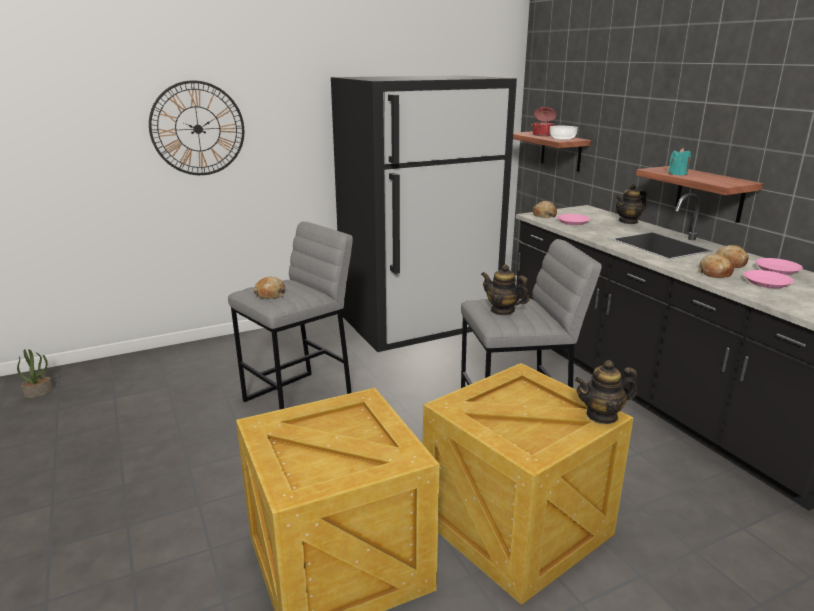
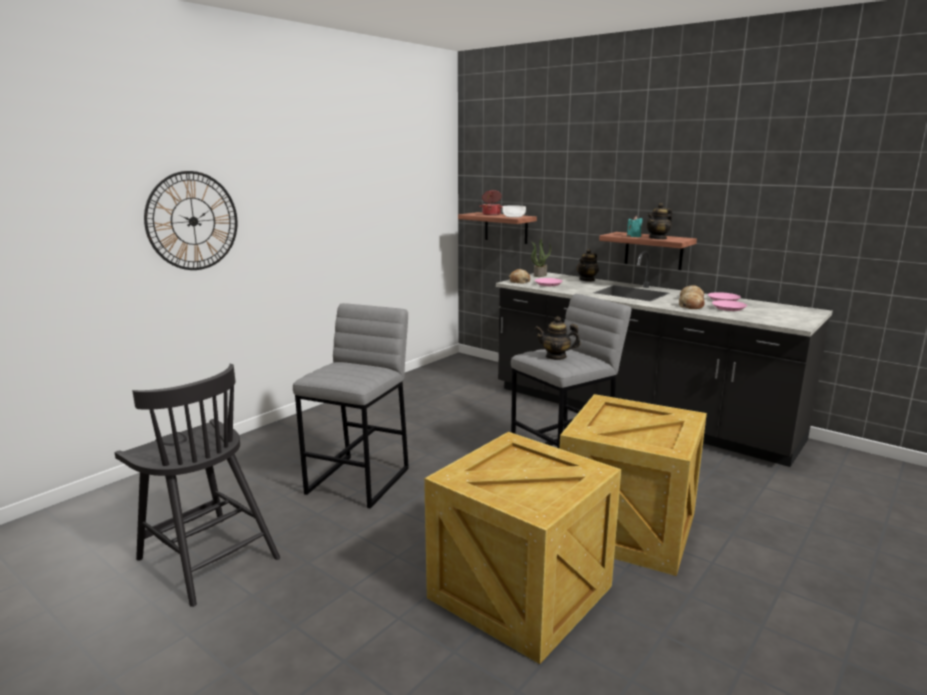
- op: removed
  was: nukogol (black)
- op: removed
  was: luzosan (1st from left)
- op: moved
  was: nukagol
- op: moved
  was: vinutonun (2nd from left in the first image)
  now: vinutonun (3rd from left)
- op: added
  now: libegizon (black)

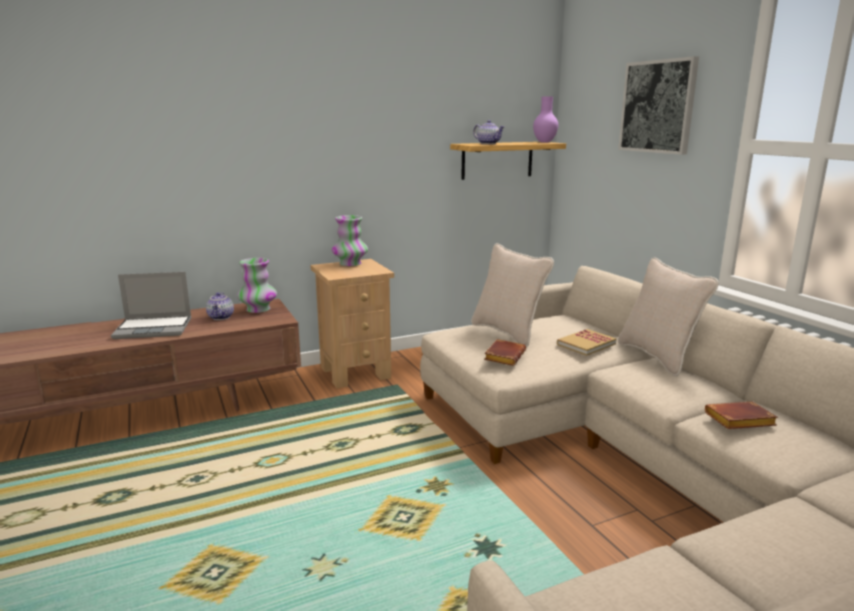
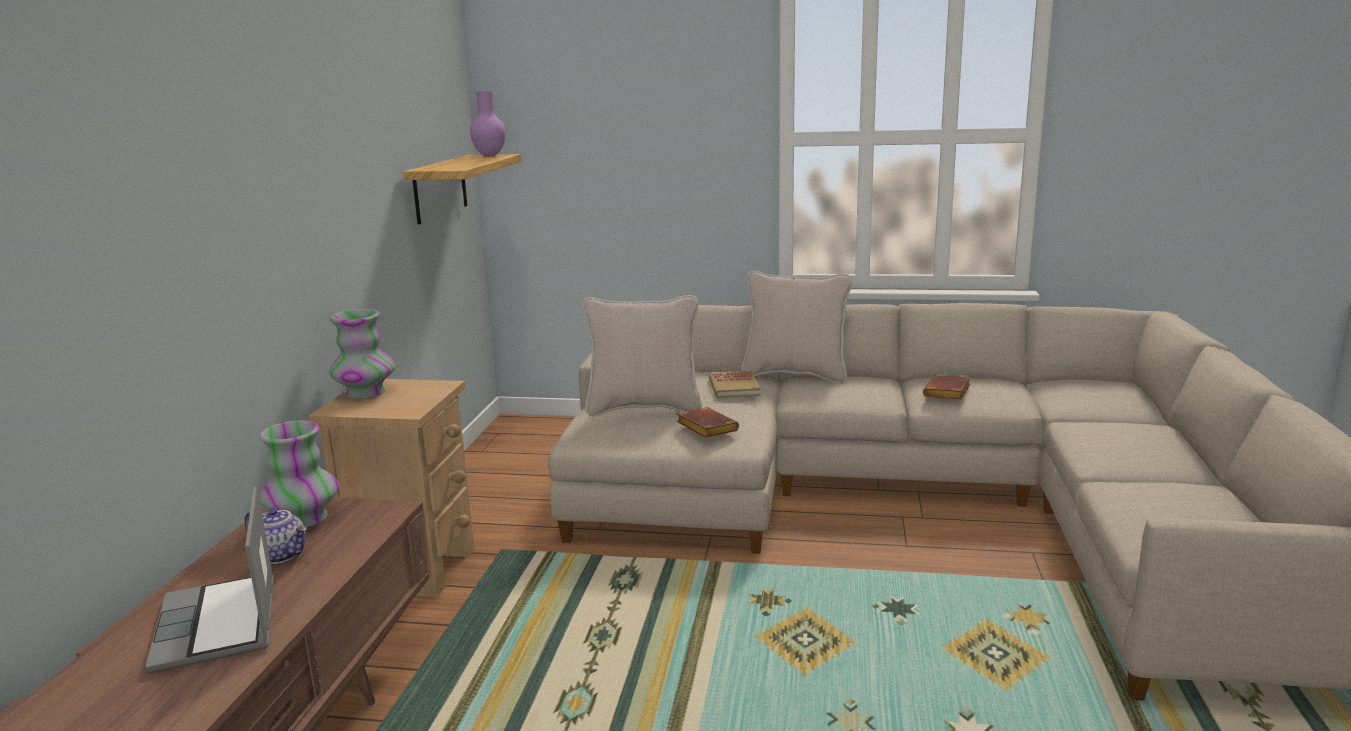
- op: removed
  was: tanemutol
- op: removed
  was: vinutonun (2nd from left)
- op: turned
  was: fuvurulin
  clockwise: 135

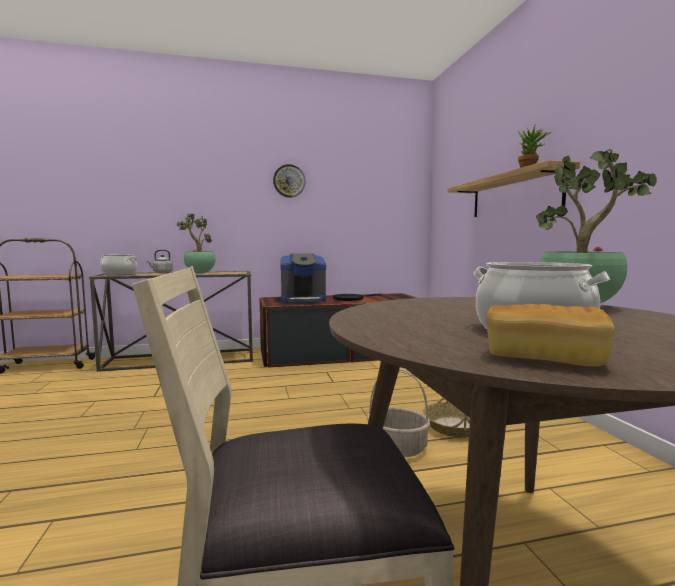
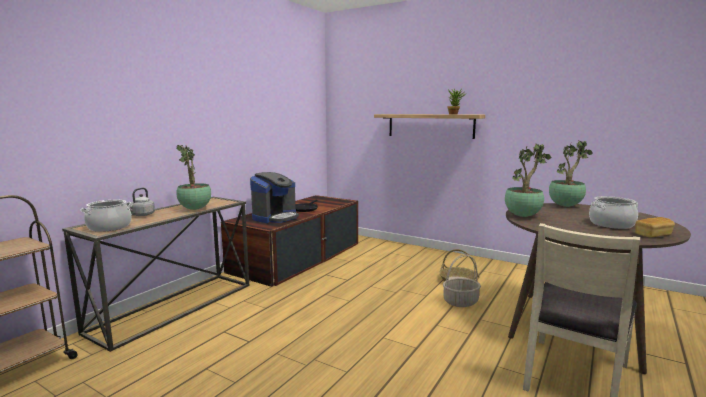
- op: removed
  was: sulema
- op: added
  now: nukagol (3rd from left)

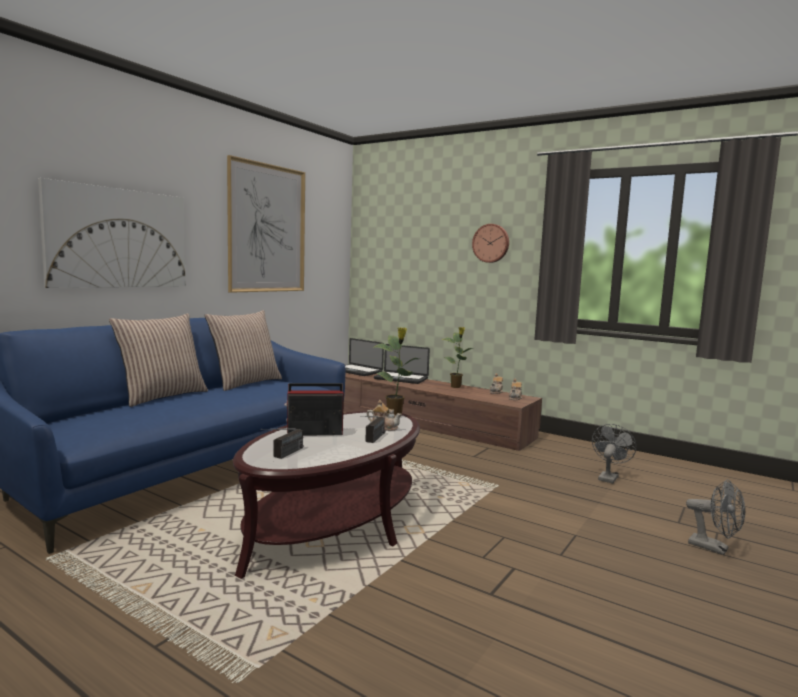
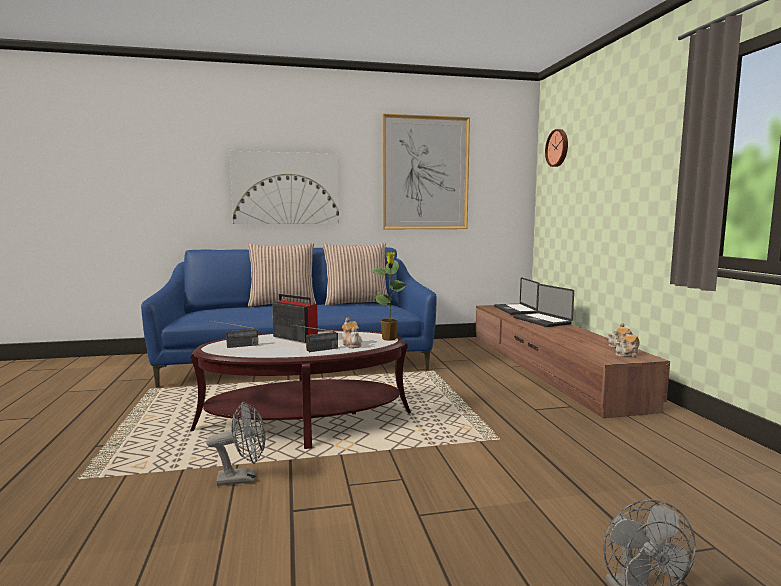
- op: moved
  was: sulema
- op: removed
  was: nukagol (2nd from left)
- op: moved
  was: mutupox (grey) (1st from left)

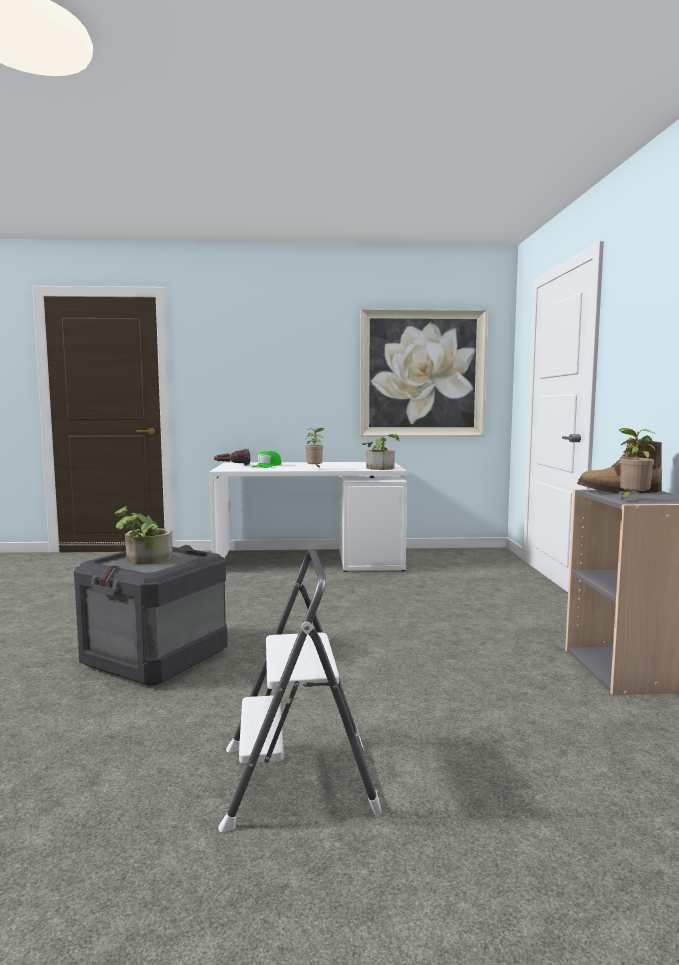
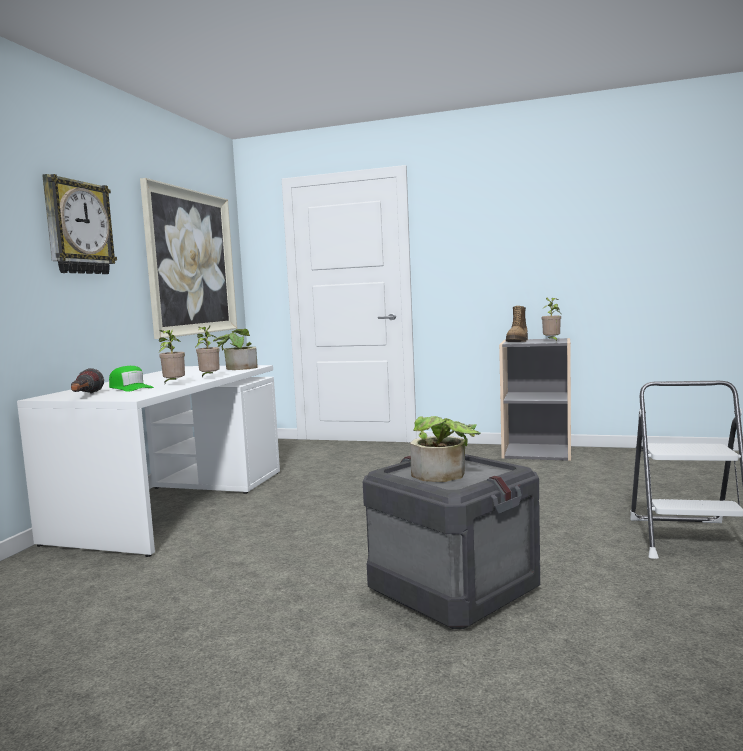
- op: added
  now: sulema
- op: added
  now: nukagol (1st from left)

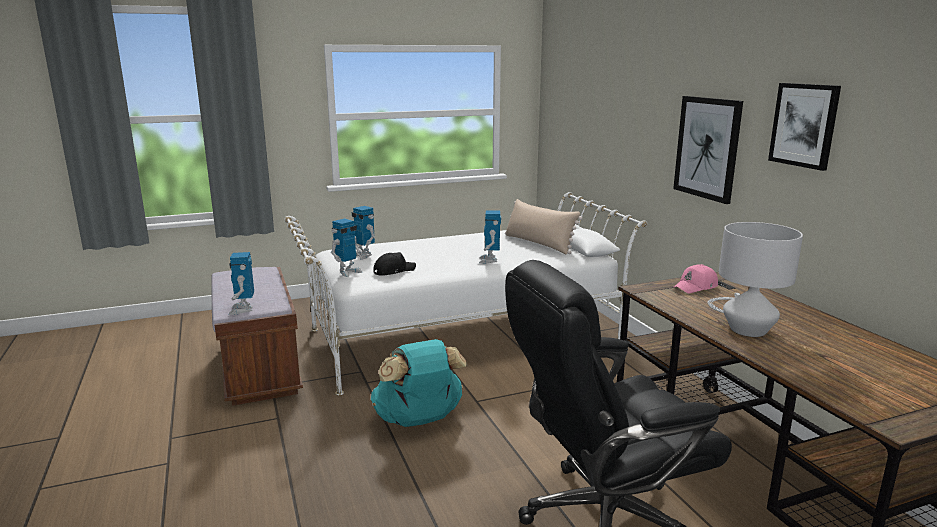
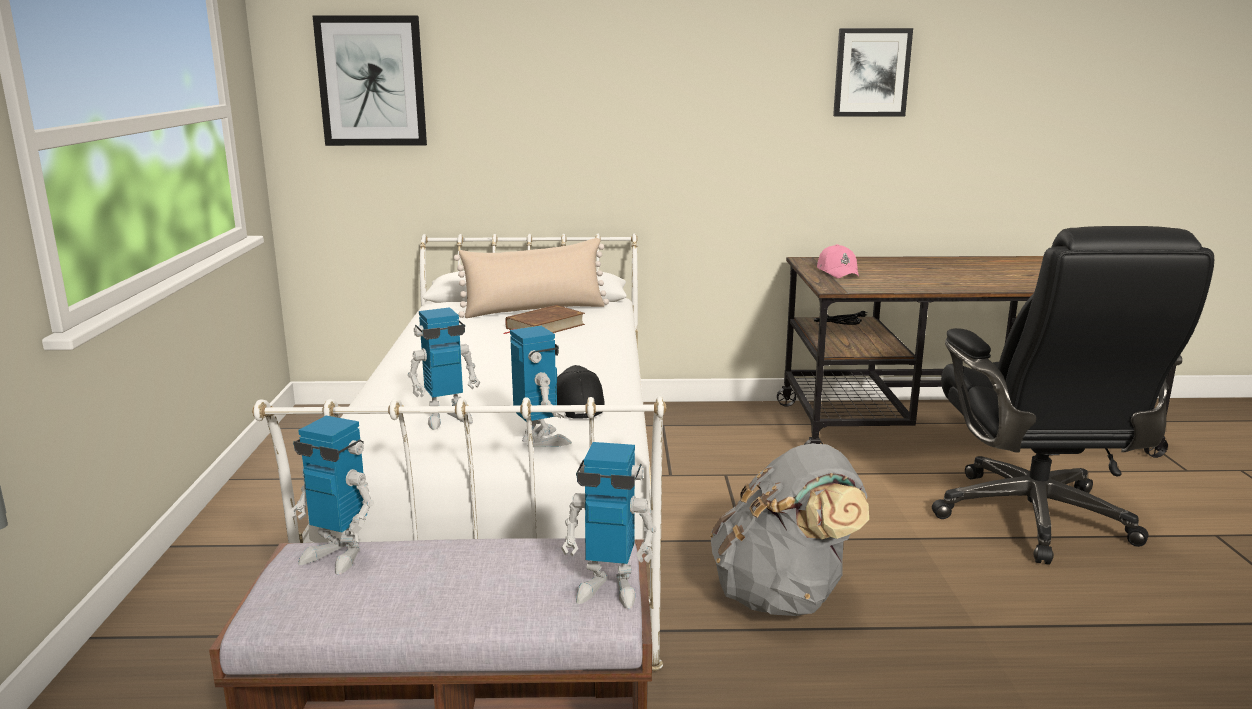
- op: moved
  was: tanemutol (1st from left)
- op: moved
  was: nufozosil (4th from left in the first image)
  now: nufozosil (1st from left)
- op: removed
  was: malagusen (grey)
- op: recoloured
  was: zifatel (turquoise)
  now: zifatel (grey)
- op: added
  now: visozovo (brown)

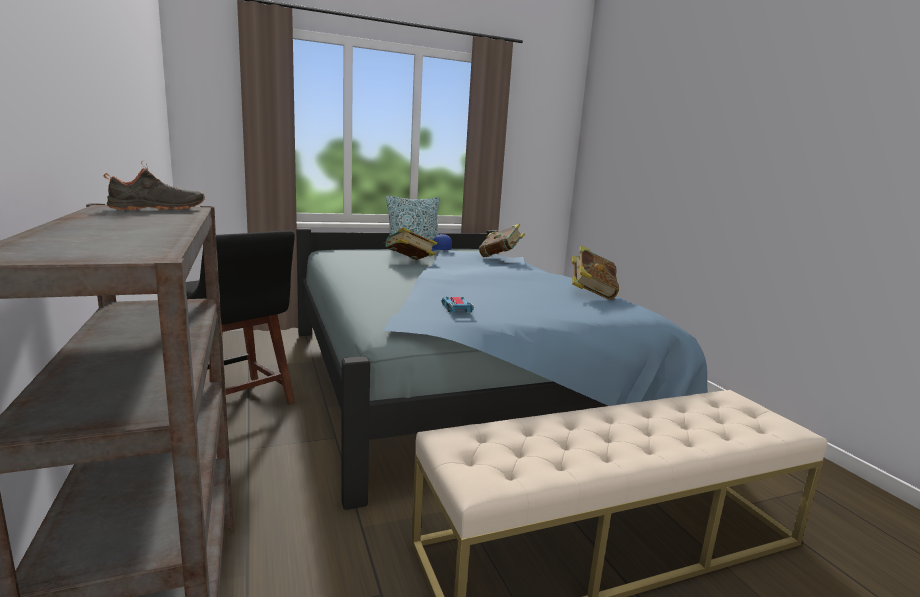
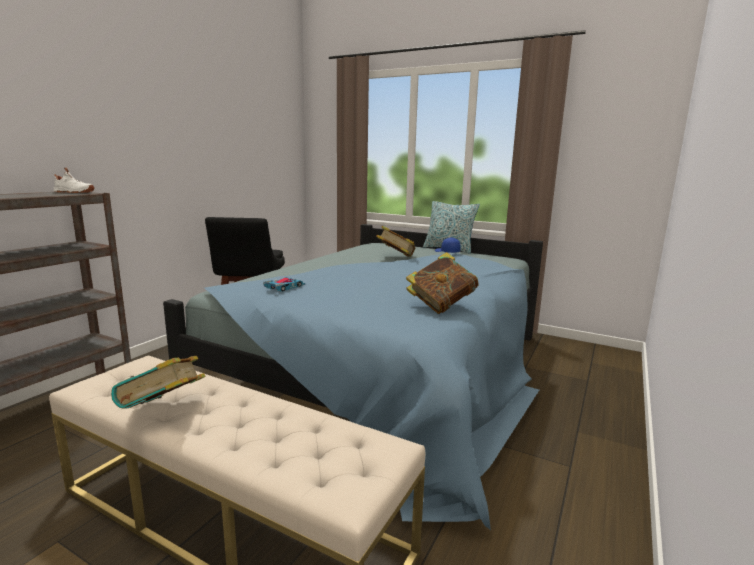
- op: recoloured
  was: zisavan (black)
  now: zisavan (white)
- op: moved
  was: visozovo (2nd from left in the first image)
  now: visozovo (1st from left)

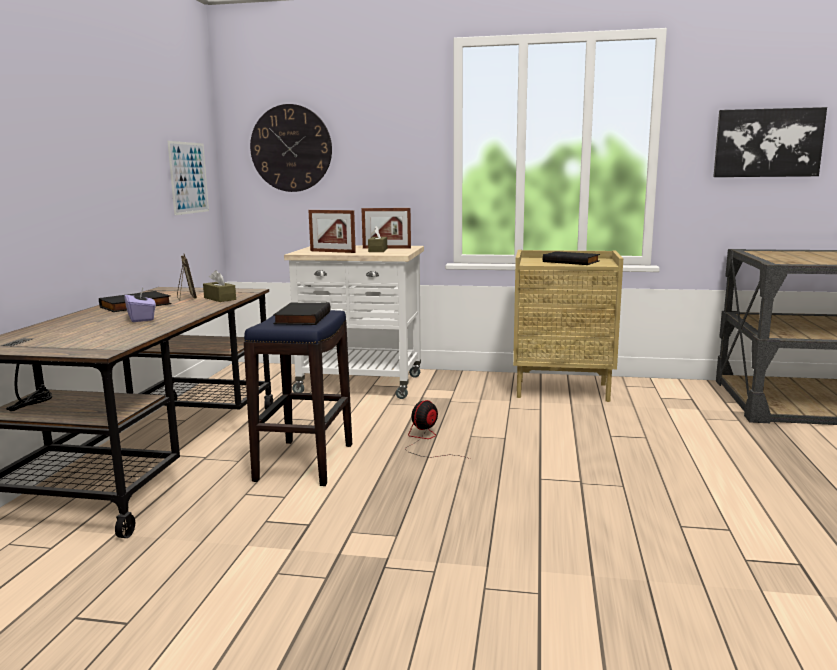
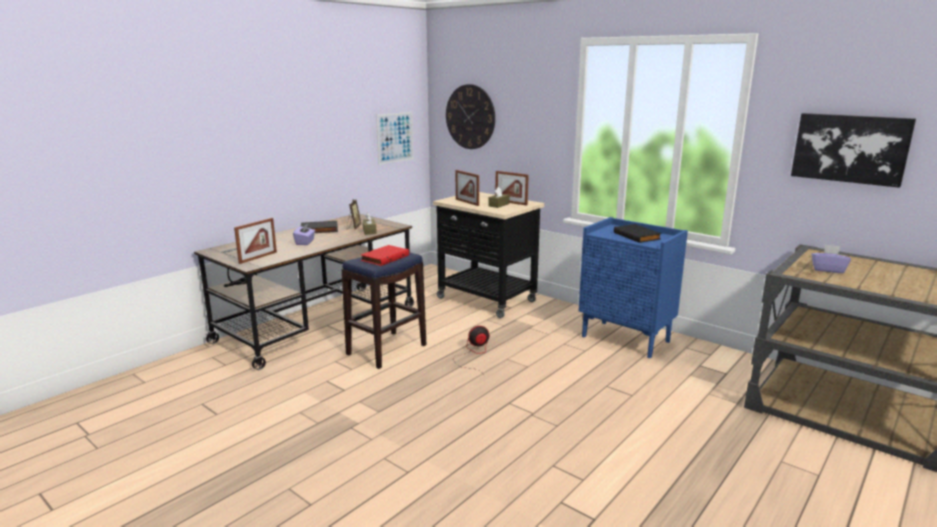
- op: recoloured
  was: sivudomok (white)
  now: sivudomok (black)
- op: recoloured
  was: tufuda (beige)
  now: tufuda (blue)
- op: recoloured
  was: visozovo (black) (2nd from left)
  now: visozovo (red)
- op: added
  now: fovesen (1st from left)
- op: added
  now: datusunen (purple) (2nd from left)

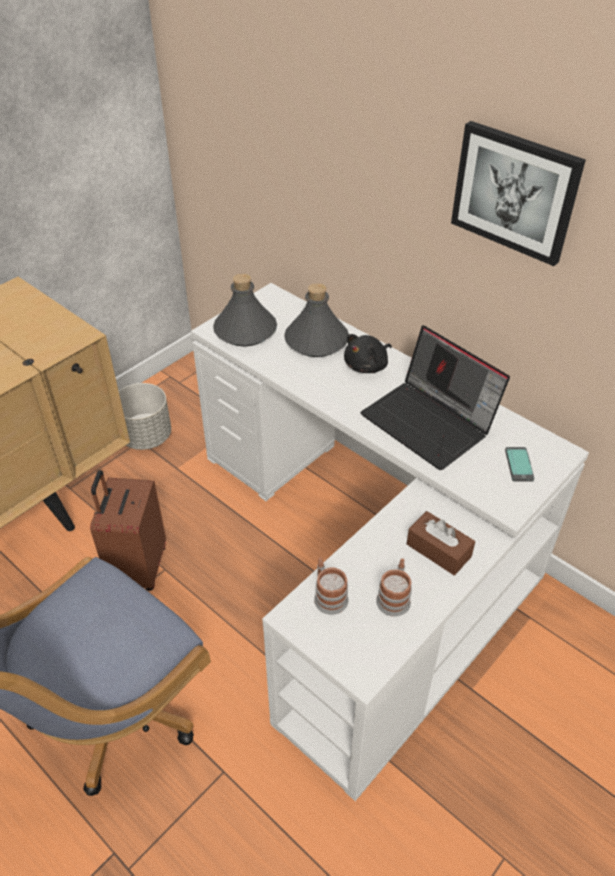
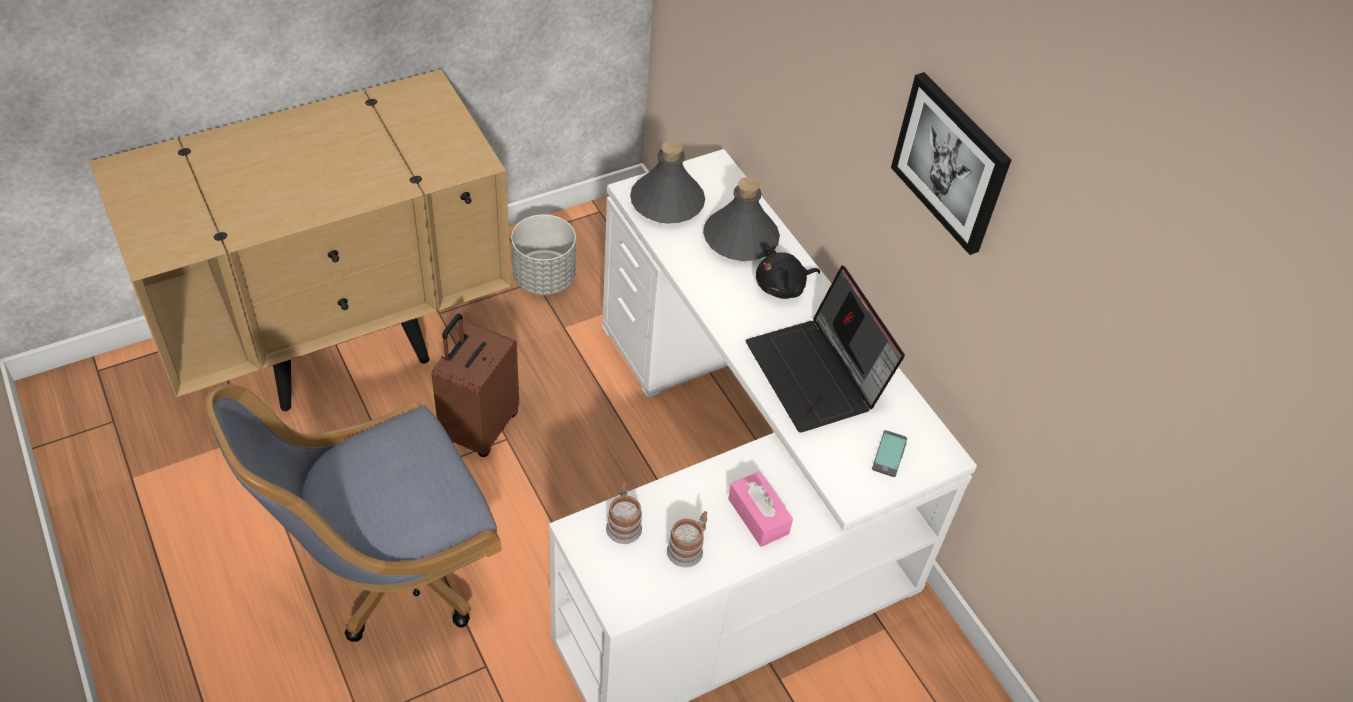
- op: recoloured
  was: datusunen (brown)
  now: datusunen (pink)

